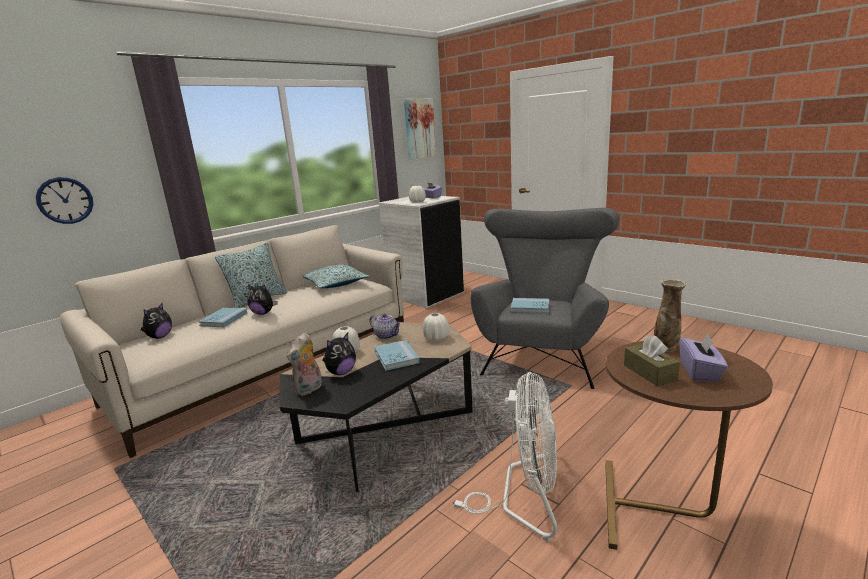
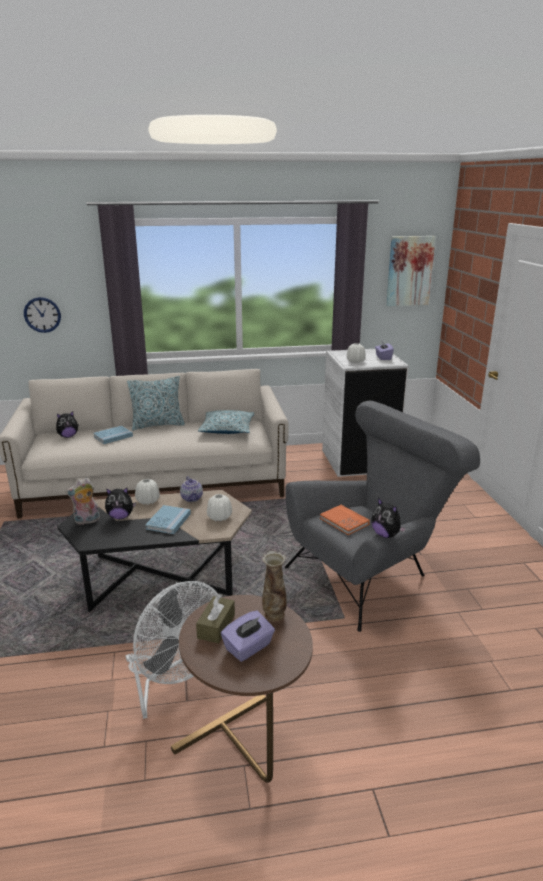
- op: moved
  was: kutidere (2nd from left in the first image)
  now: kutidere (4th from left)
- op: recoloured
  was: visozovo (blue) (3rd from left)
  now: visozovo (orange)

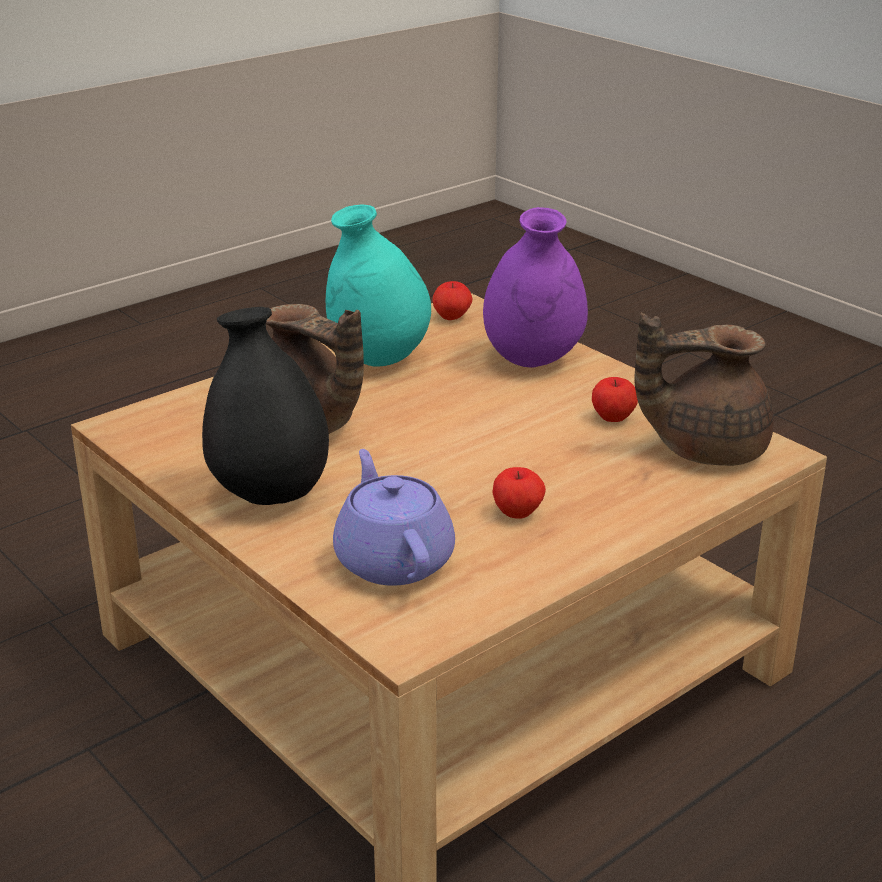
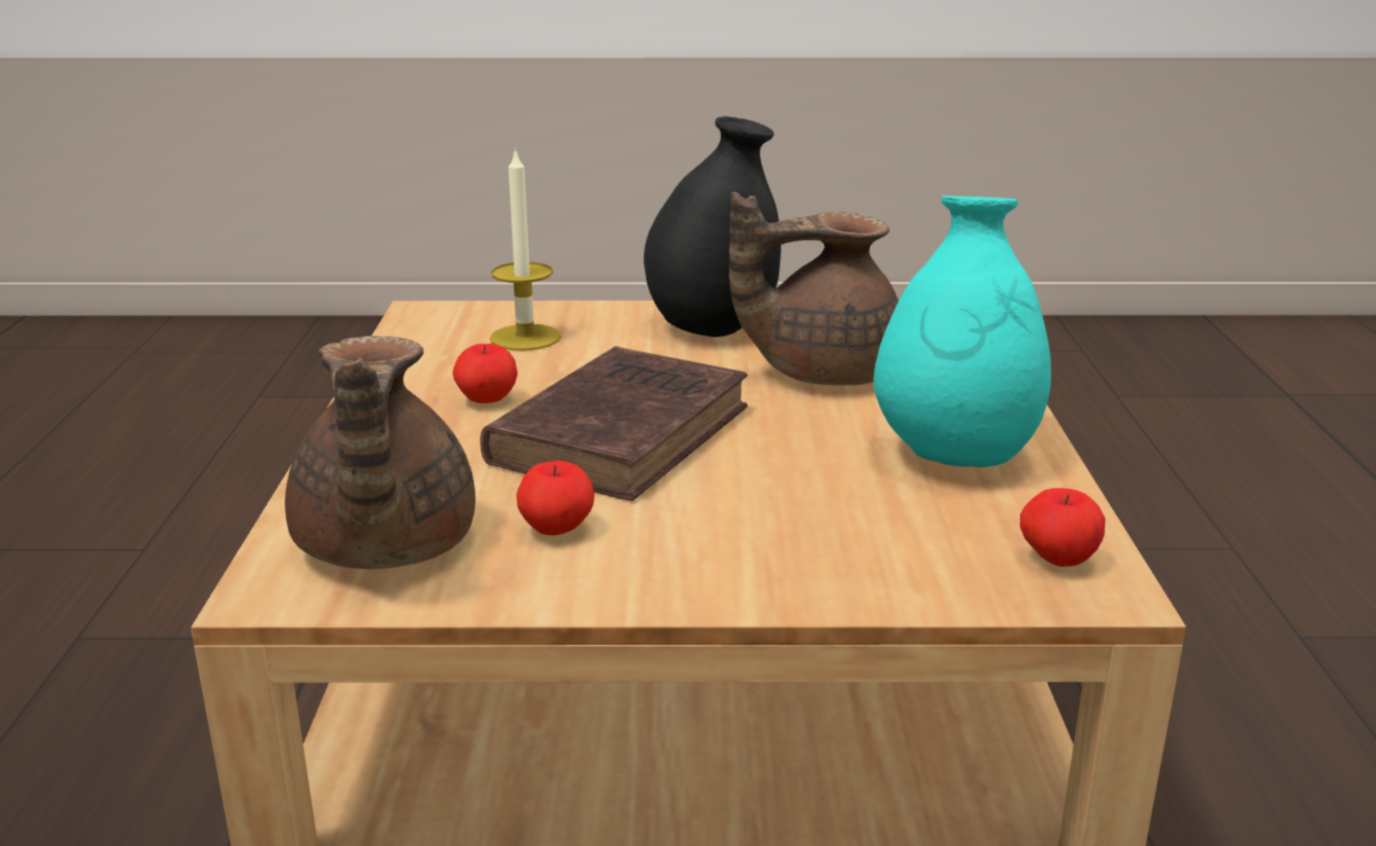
- op: removed
  was: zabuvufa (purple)
- op: turned
  was: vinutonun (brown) (2nd from left in the first image)
  clockwise: 135
- op: replaced
  was: vinutonun (purple)
  now: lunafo
- op: added
  now: visozovo (brown)

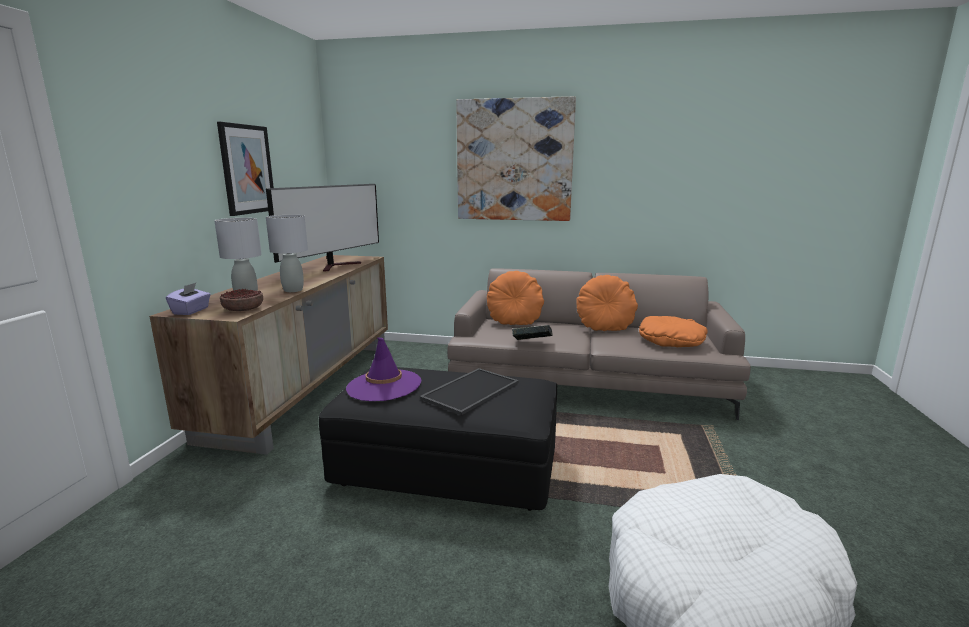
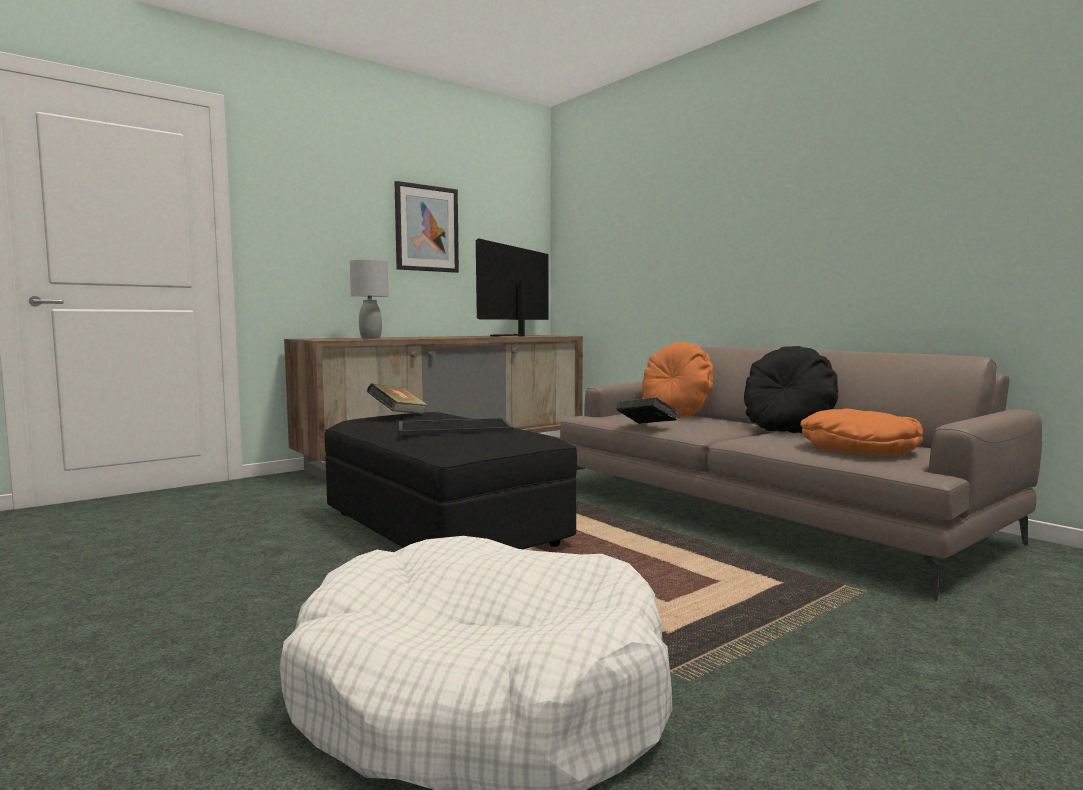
- op: removed
  was: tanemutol (2nd from left)
- op: turned
  was: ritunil
  clockwise: 135
- op: removed
  was: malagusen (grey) (2nd from left)
- op: recoloured
  was: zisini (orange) (2nd from left)
  now: zisini (black)
- op: removed
  was: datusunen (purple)
- op: removed
  was: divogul
- op: replaced
  was: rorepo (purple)
  now: visozovo (1st from left)

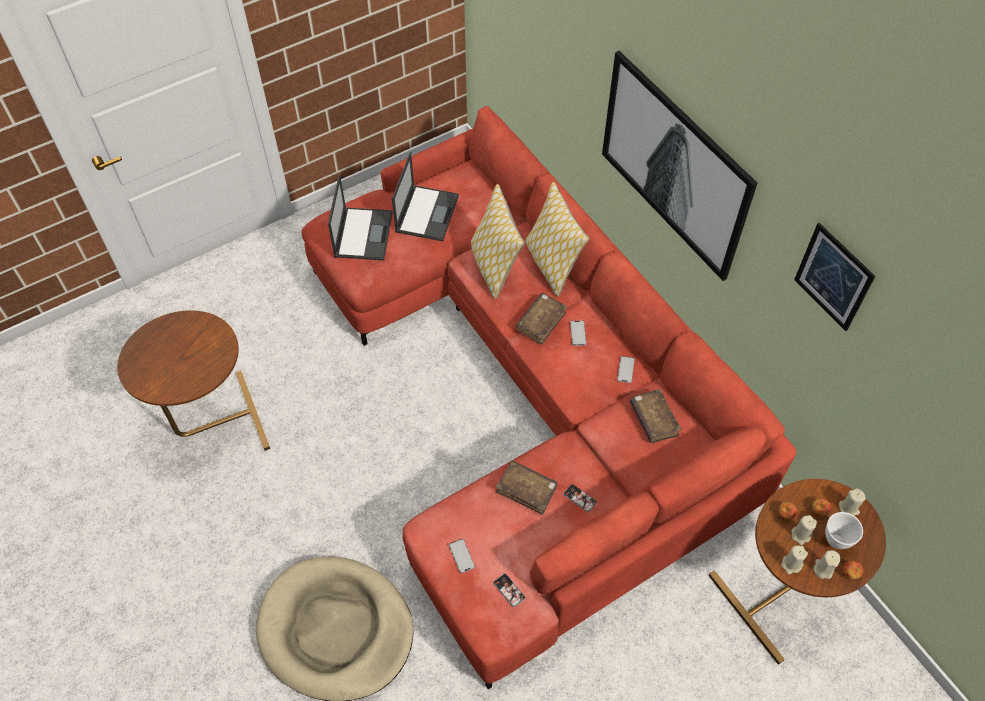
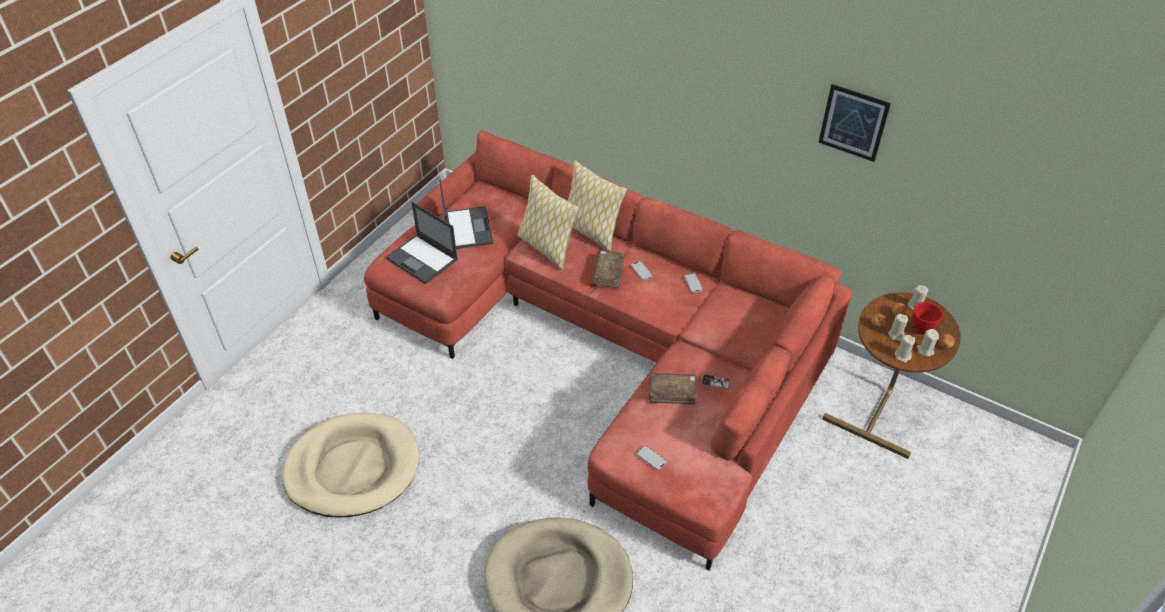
- op: removed
  was: tanemutol (1st from left)
- op: turned
  was: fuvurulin (1st from left)
  clockwise: 150
- op: replaced
  was: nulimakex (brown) (1st from left)
  now: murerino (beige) (1st from left)
- op: removed
  was: visozovo (brown) (3rd from left)
- op: recoloured
  was: divogul (white)
  now: divogul (red)
- op: removed
  was: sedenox (2nd from left)

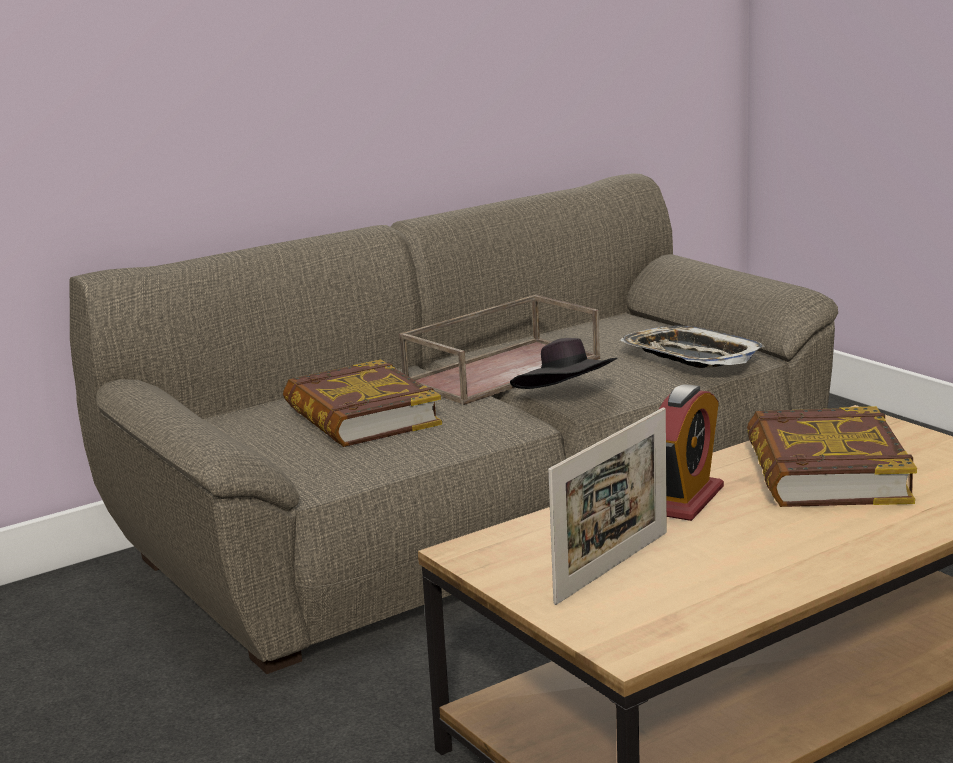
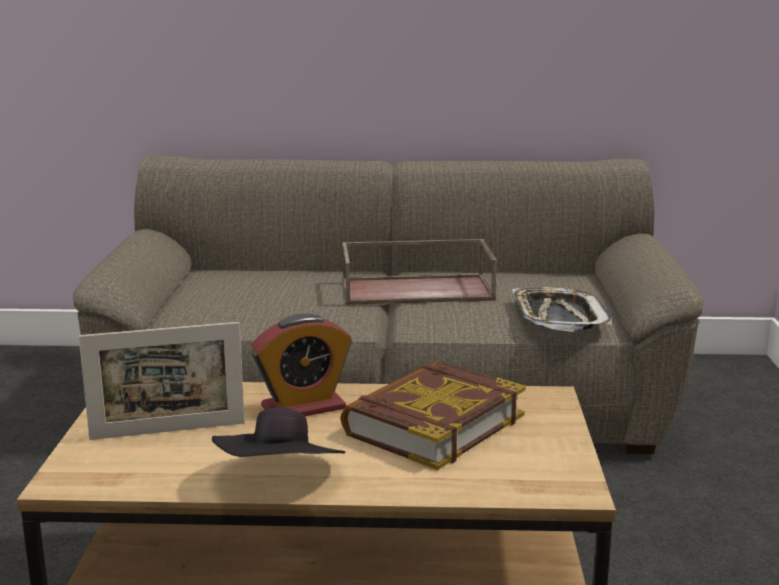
- op: moved
  was: rorepo (black)
- op: removed
  was: visozovo (1st from left)

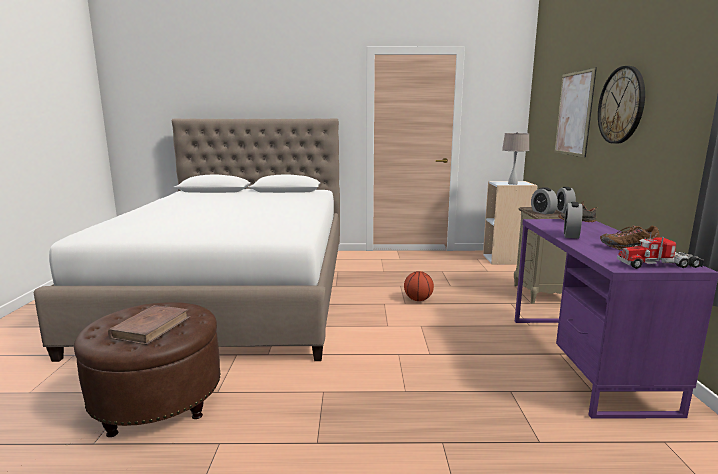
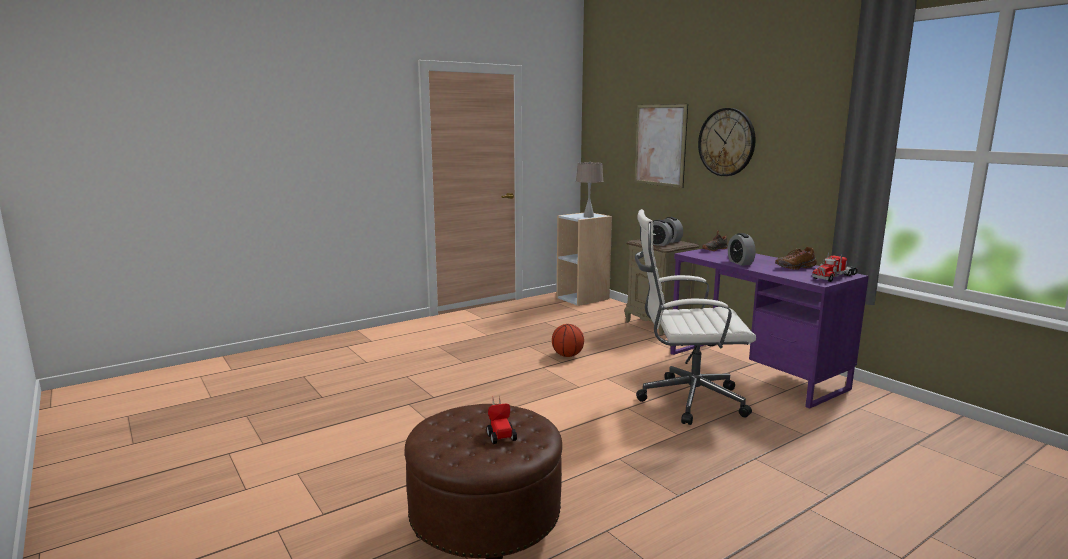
- op: removed
  was: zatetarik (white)
- op: replaced
  was: visozovo (brown)
  now: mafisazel
- op: added
  now: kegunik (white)

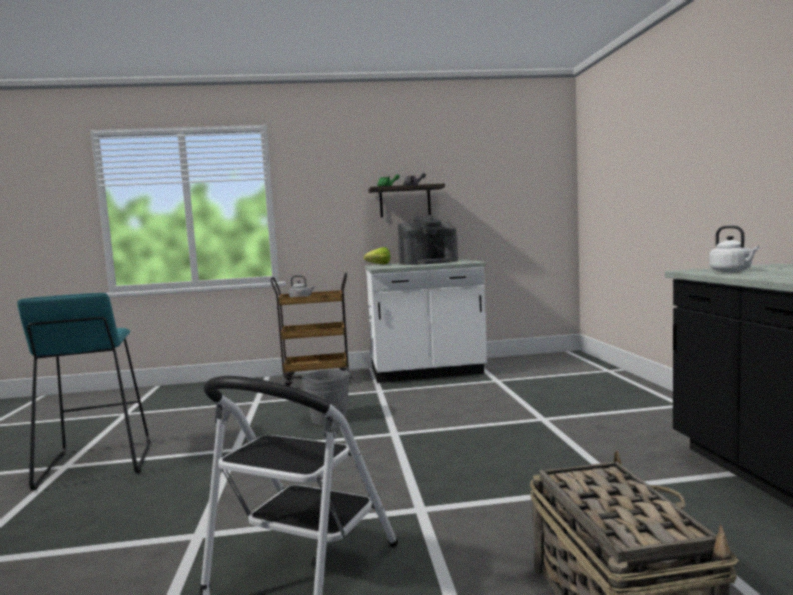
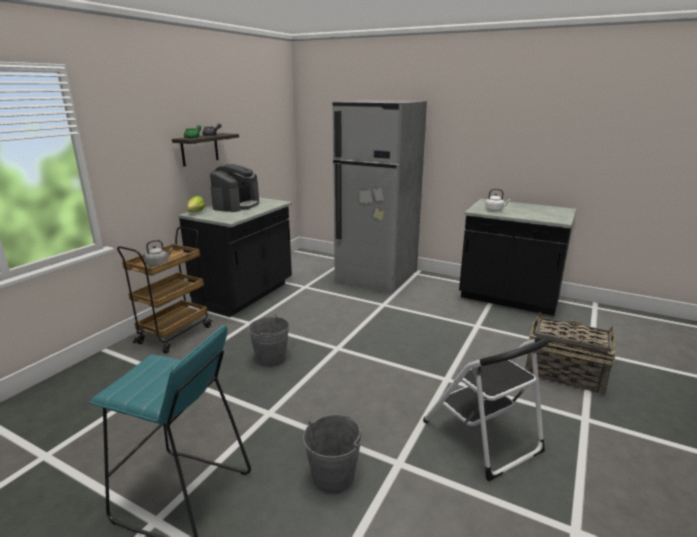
- op: recoloured
  was: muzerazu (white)
  now: muzerazu (black) (1st from left)
- op: added
  now: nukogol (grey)
- op: added
  now: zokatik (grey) (2nd from left)

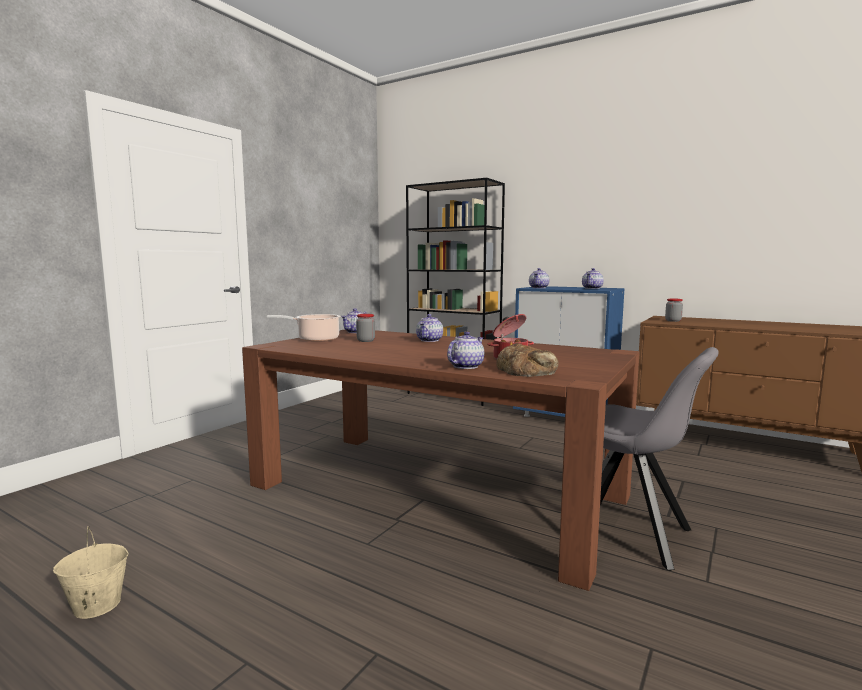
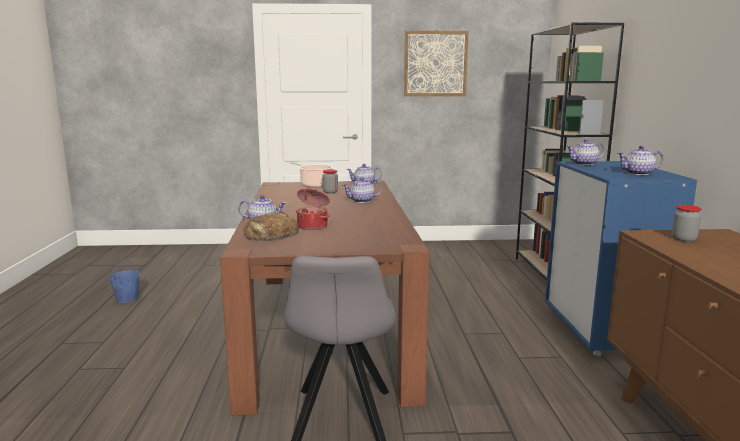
- op: recoloured
  was: zokatik (beige)
  now: zokatik (blue)
- op: added
  now: tanemutol

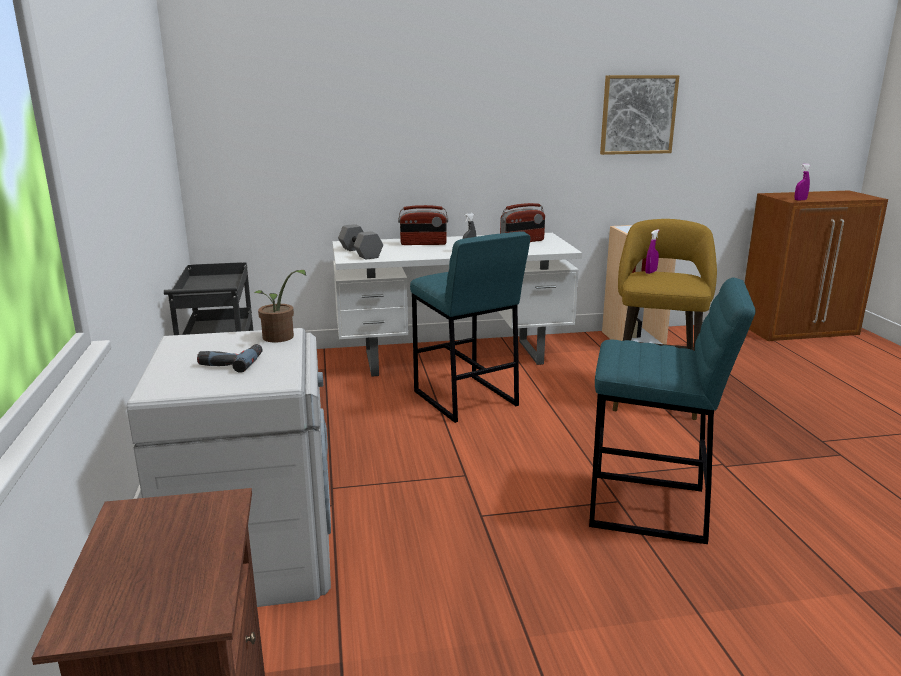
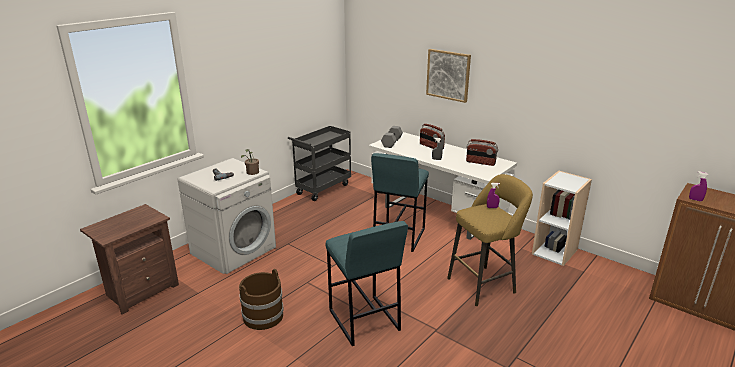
- op: moved
  was: tanemutol
- op: added
  now: zokatik (brown)

